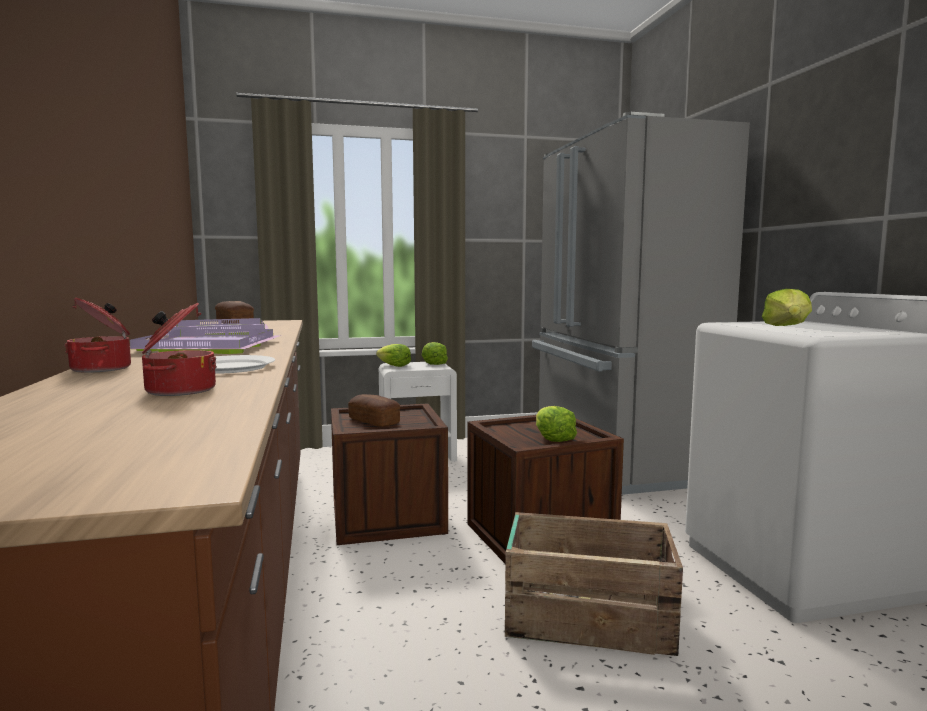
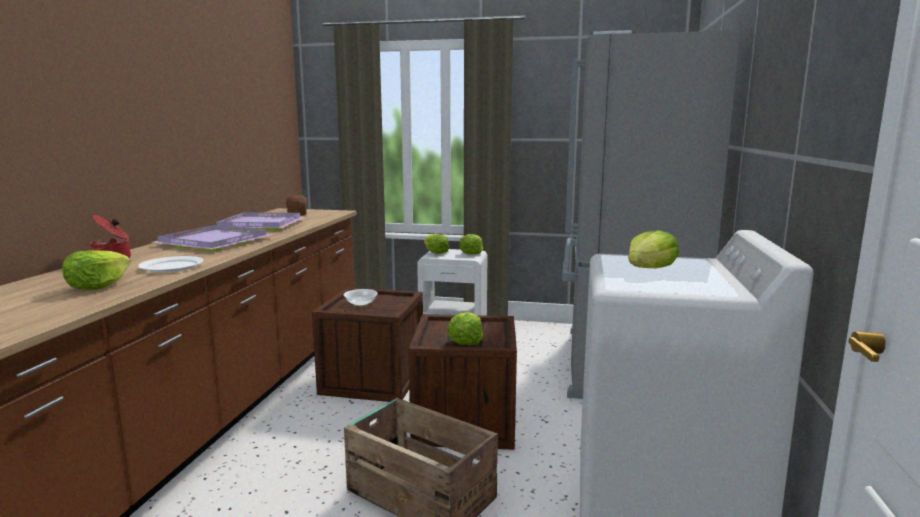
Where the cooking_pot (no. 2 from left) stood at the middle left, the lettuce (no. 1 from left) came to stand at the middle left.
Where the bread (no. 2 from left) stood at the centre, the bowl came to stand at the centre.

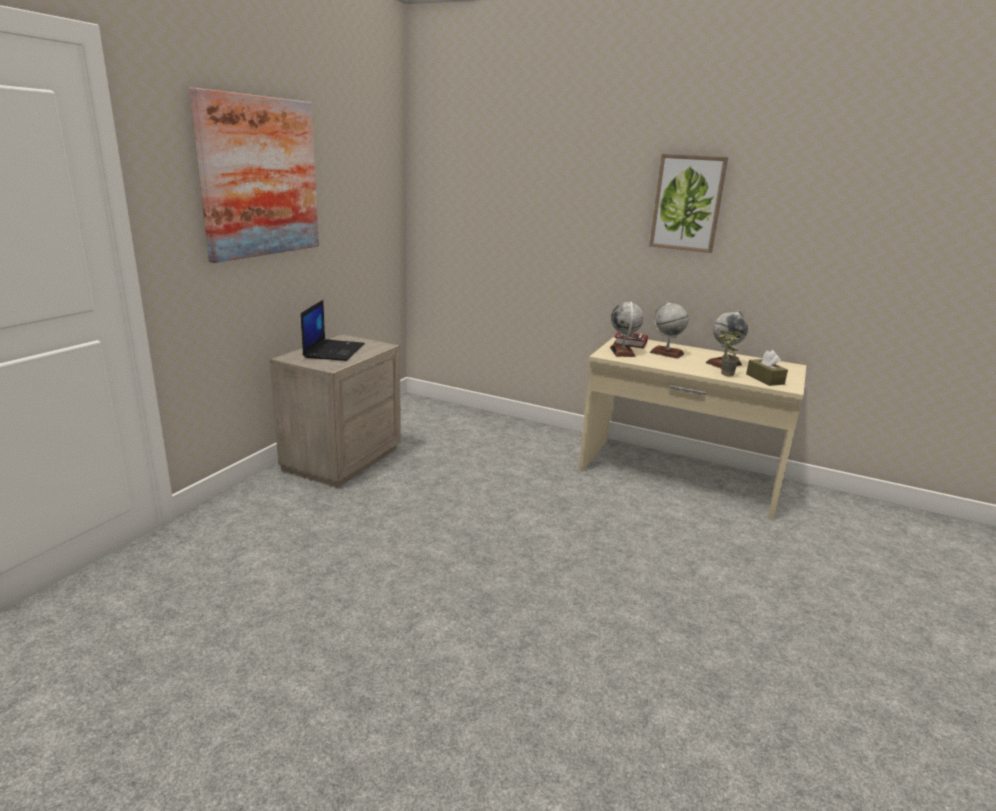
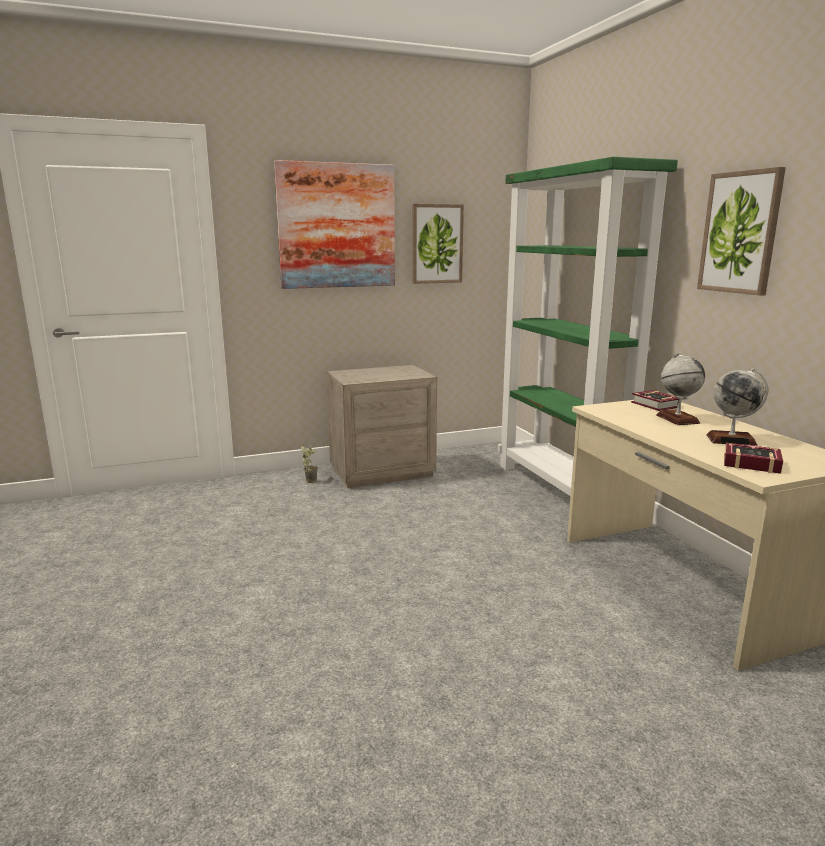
The second view lost the laptop at the centre.
The second view lost the globe (no. 1 from left) at the centre.
The potted_plant ended up elsewhere, having gone from the middle right to the centre.
Where the brown_tissue_box stood at the middle right, the book (no. 2 from left) came to stand at the middle right.
The second view gained the green_bookcase at the middle right.
The second view gained the picture (no. 2 from left) at the top centre.

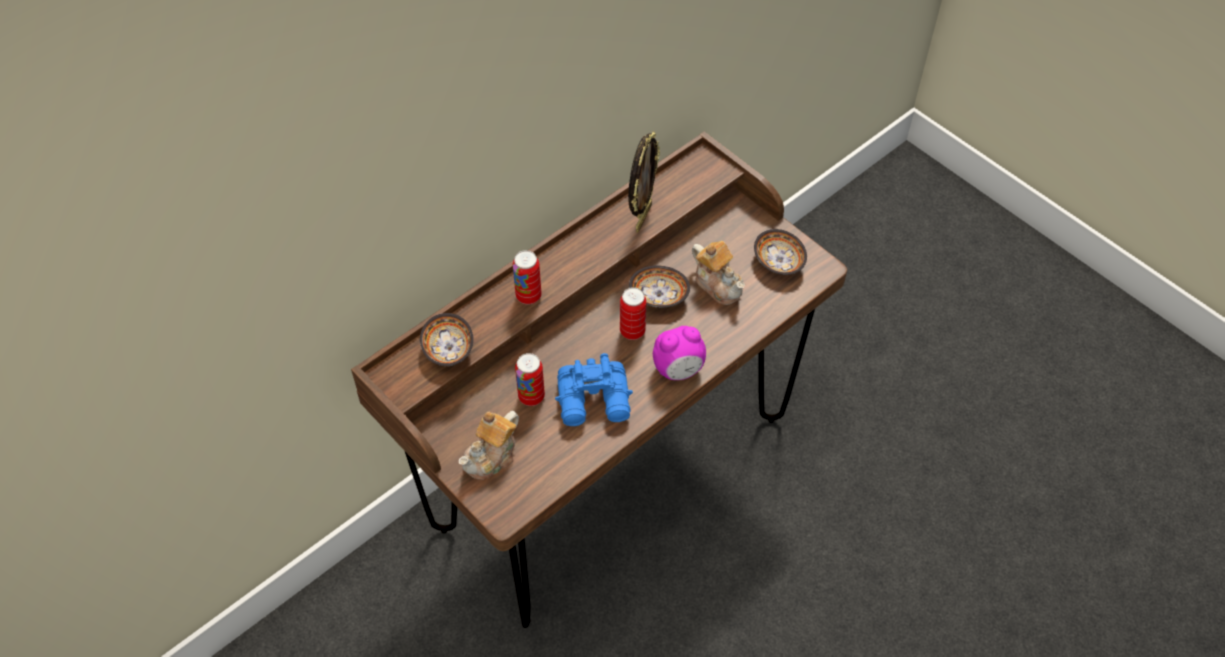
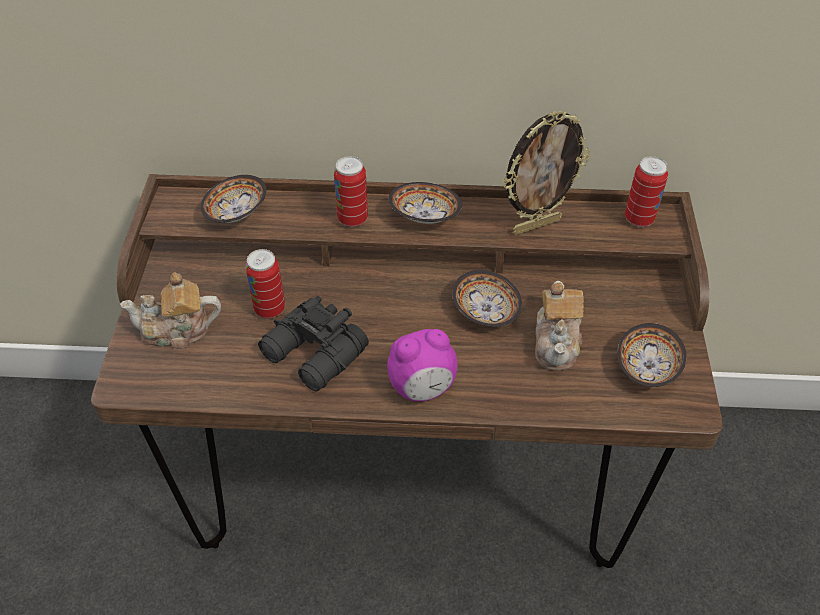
The can (no. 3 from left) ended up elsewhere, having gone from the centre to the top right.
The alarm_clock at the centre ended up facing another way, 45 degrees counterclockwise from before.
What was the blue_binoculars at the centre turned into the black_binoculars at the centre.
The second view gained the bowl (no. 2 from left) at the top centre.

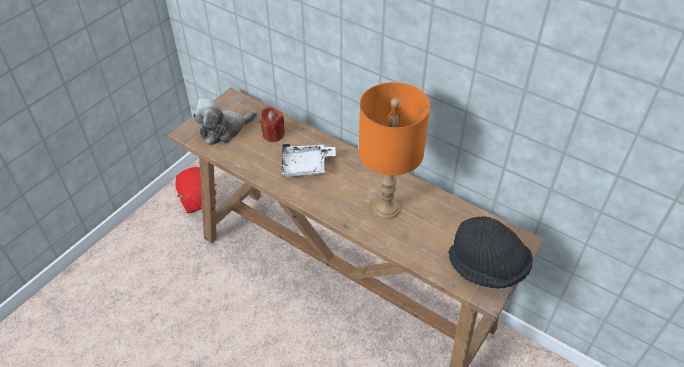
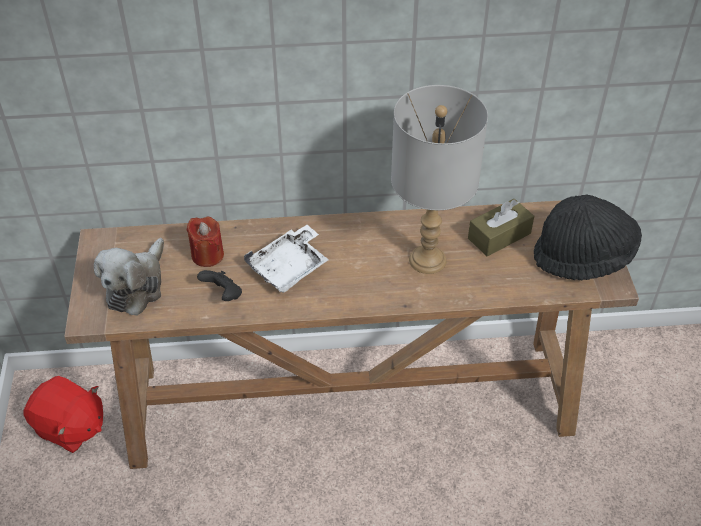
What was the orange_table_lamp at the centre turned into the grey_table_lamp at the centre.
The second view gained the brown_tissue_box at the middle right.
The second view gained the black_game_controller at the middle left.

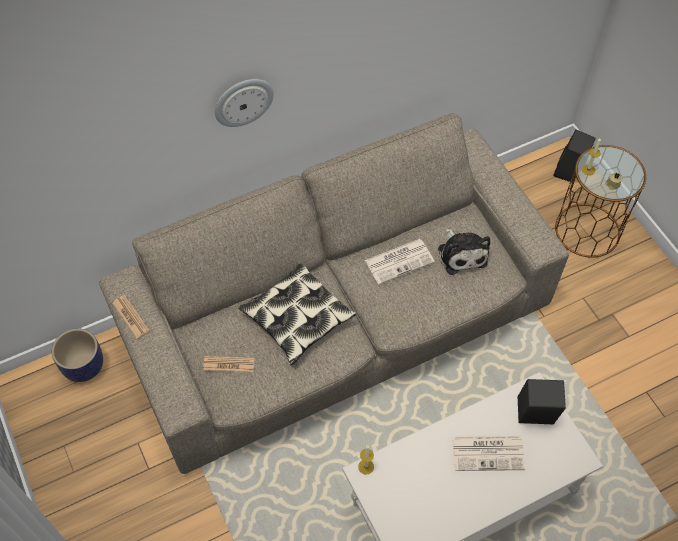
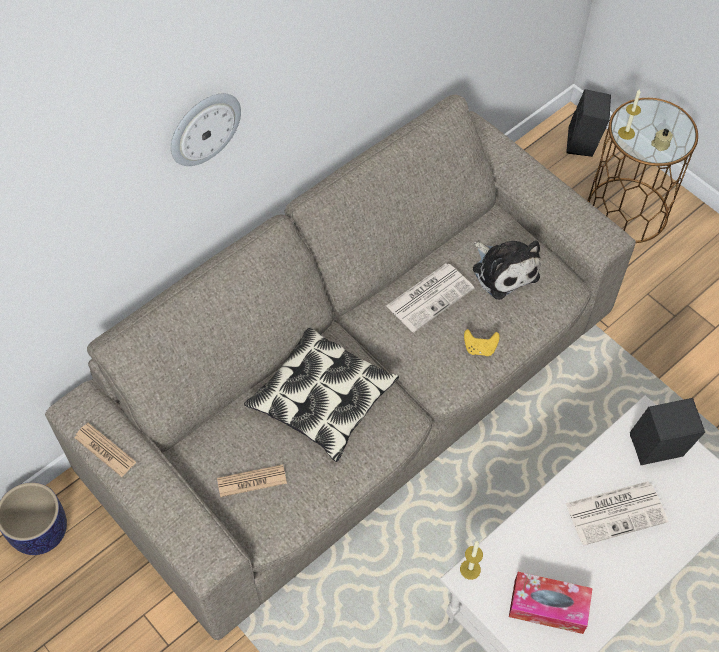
The second view gained the yellow_game_controller at the middle right.
The second view gained the tissue_box at the bottom right.

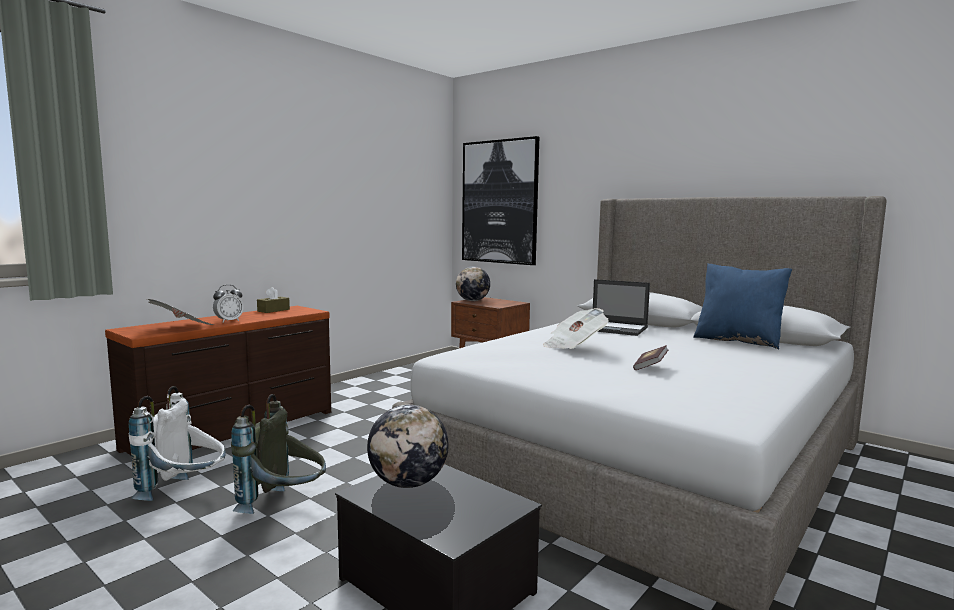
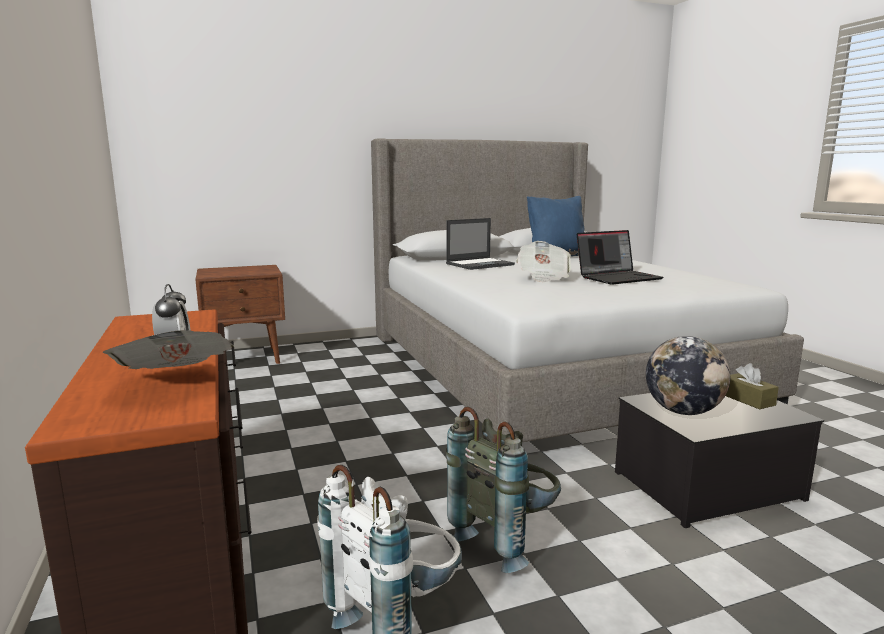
The second view lost the picture at the top centre.
The second view lost the globe (no. 2 from left) at the centre.
The brown_tissue_box ended up elsewhere, having gone from the middle left to the middle right.
Where the book stood at the middle right, the laptop (no. 2 from left) came to stand at the middle right.

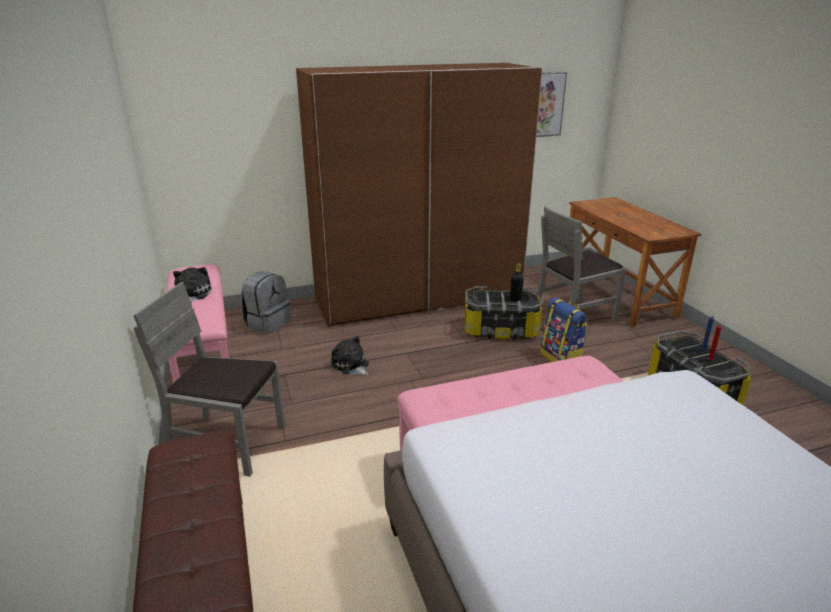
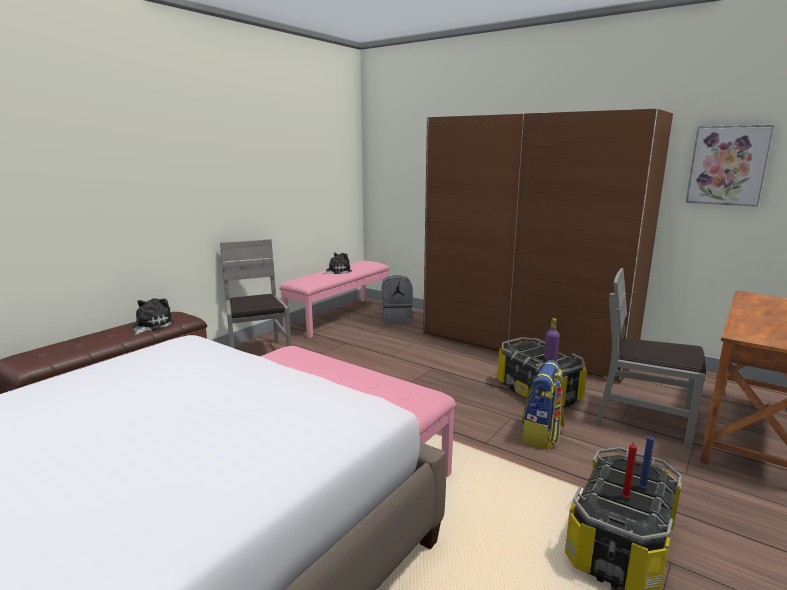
What was the black_bottle at the centre turned into the purple_bottle at the middle right.
The plush_toy (no. 2 from left in the first image) ended up elsewhere, having gone from the centre to the middle left.

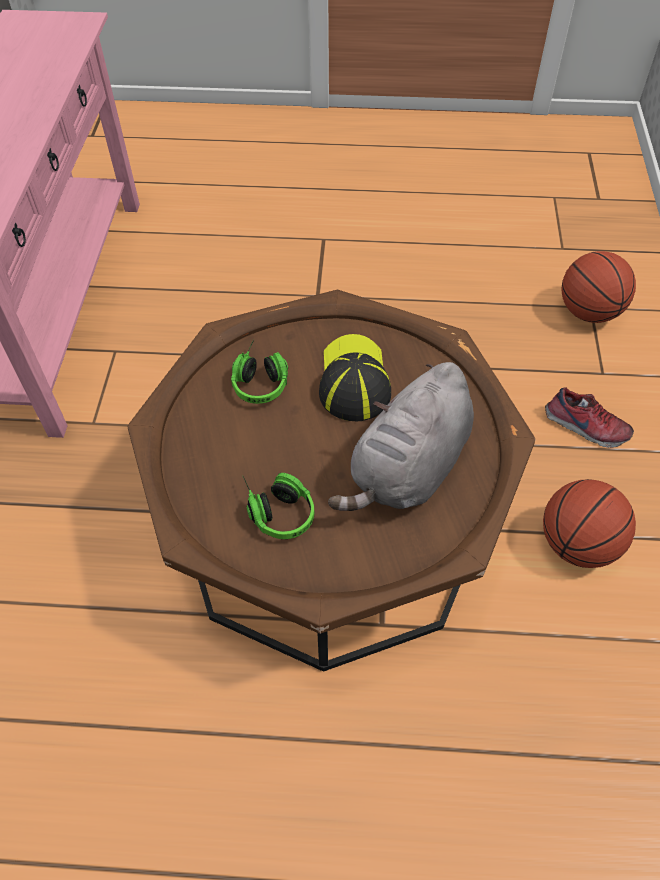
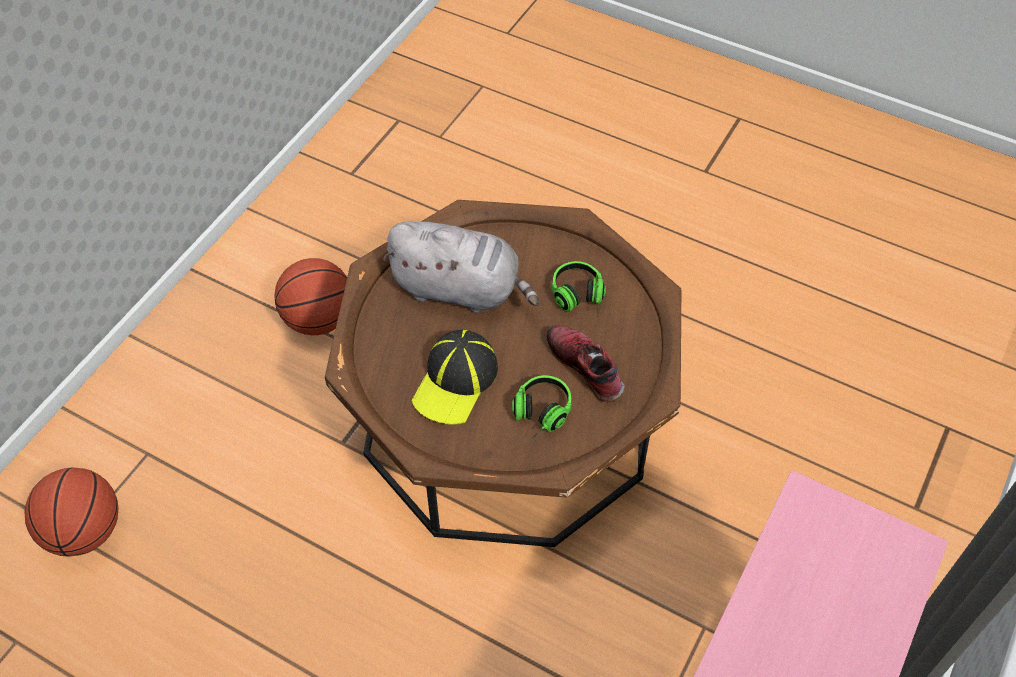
The grey_plush_toy at the centre ended up facing another way, 45 degrees clockwise from before.
The shoe ended up elsewhere, having gone from the middle right to the centre.

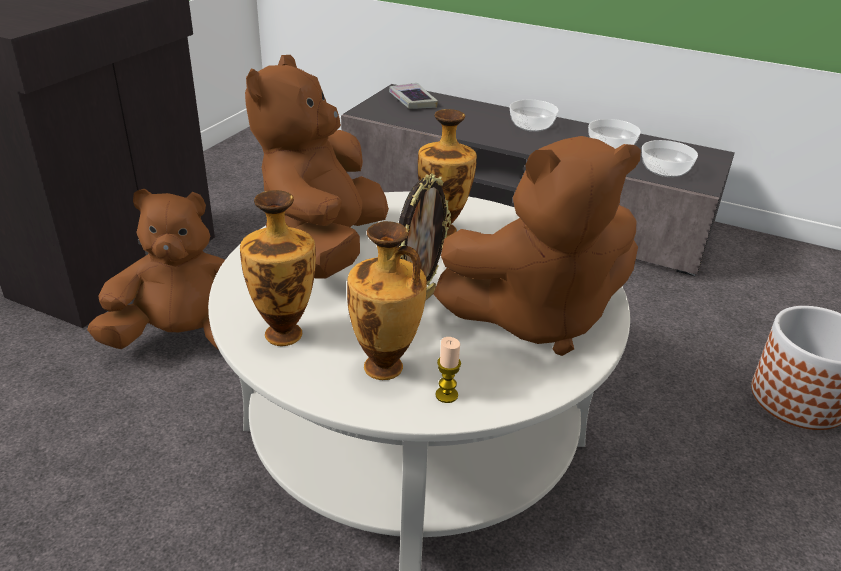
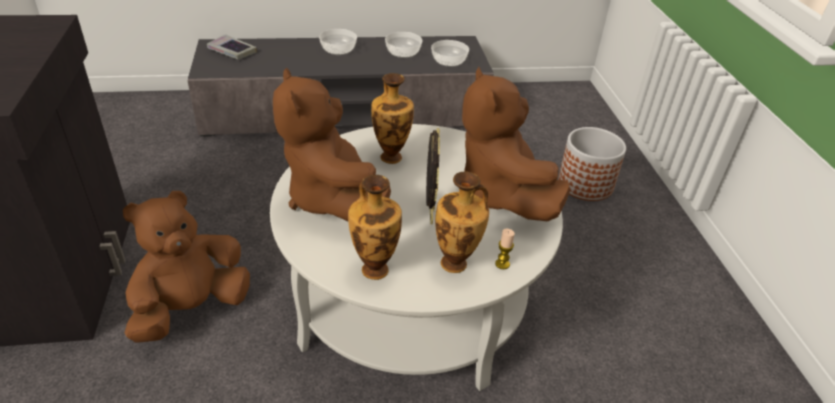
The brown_plush_toy (no. 3 from left) at the centre ended up facing another way, 120 degrees clockwise from before.

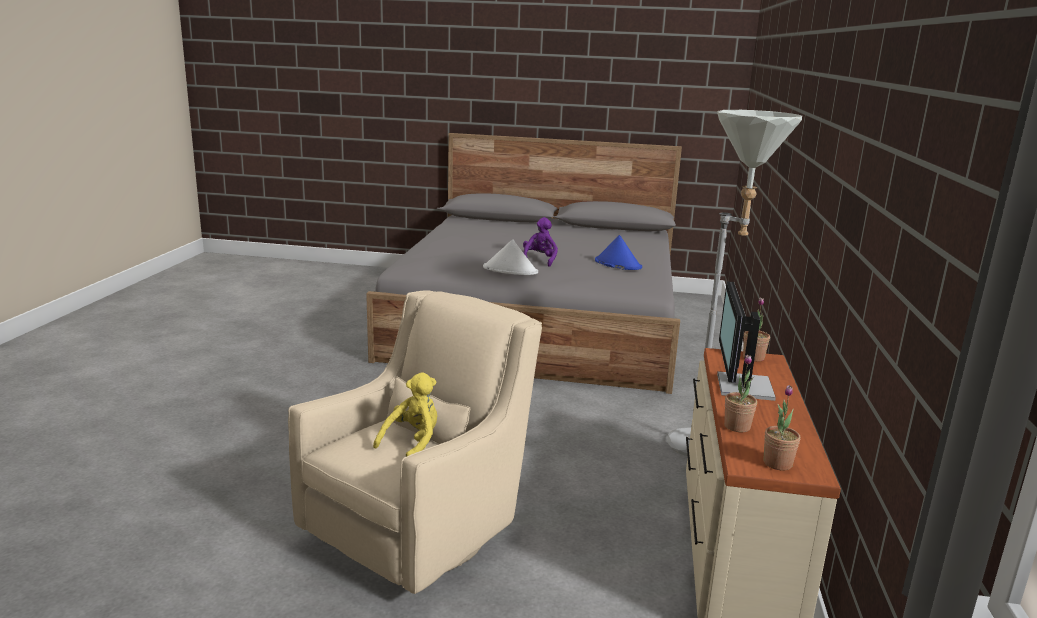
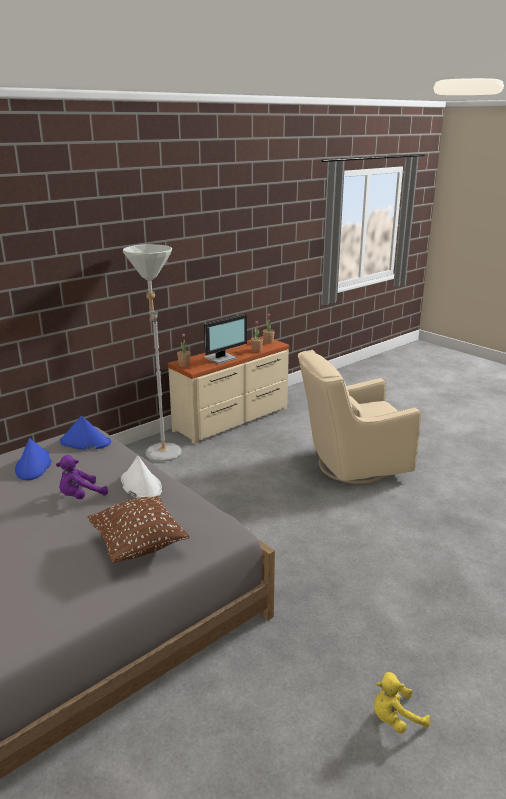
The yellow_plush_toy ended up elsewhere, having gone from the bottom centre to the bottom right.
The second view gained the blue_hat (no. 2 from left) at the middle left.
The second view gained the brown_pillow at the middle left.

